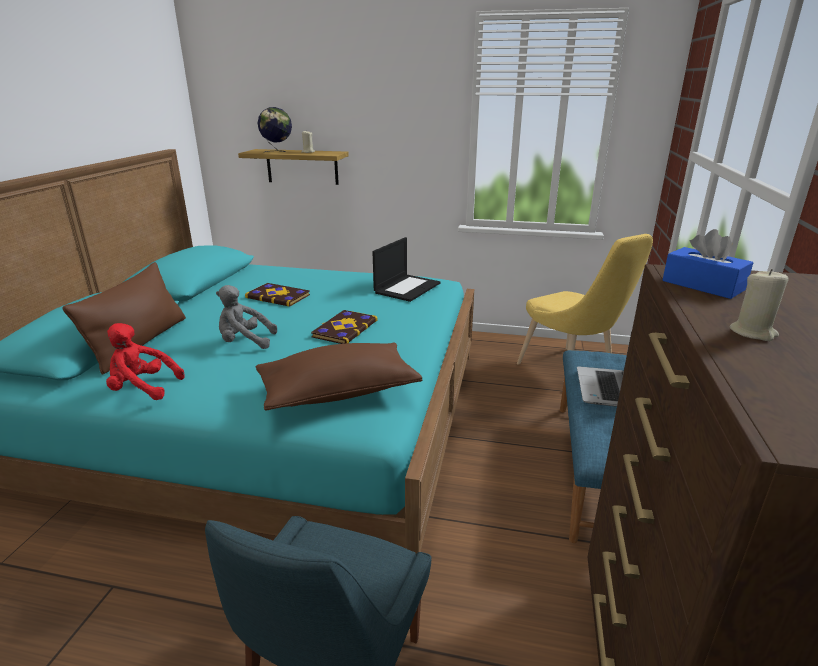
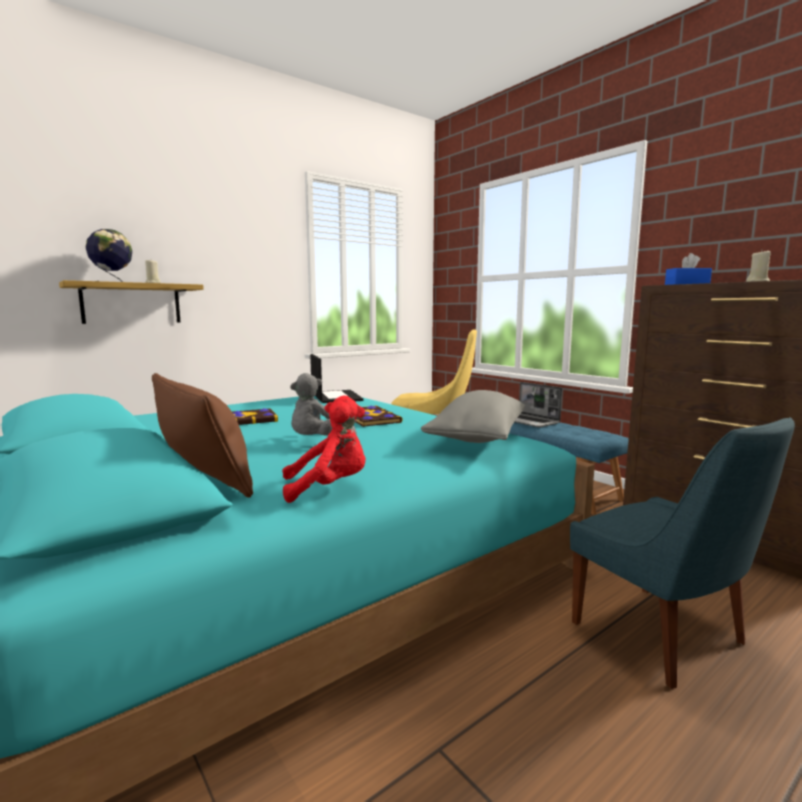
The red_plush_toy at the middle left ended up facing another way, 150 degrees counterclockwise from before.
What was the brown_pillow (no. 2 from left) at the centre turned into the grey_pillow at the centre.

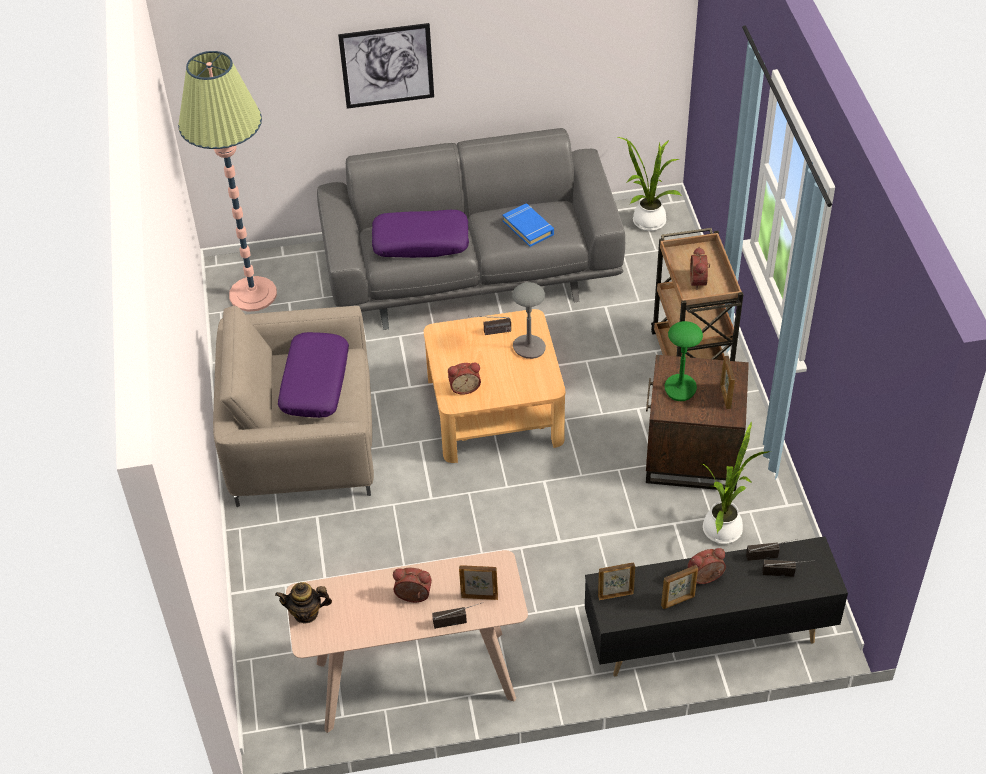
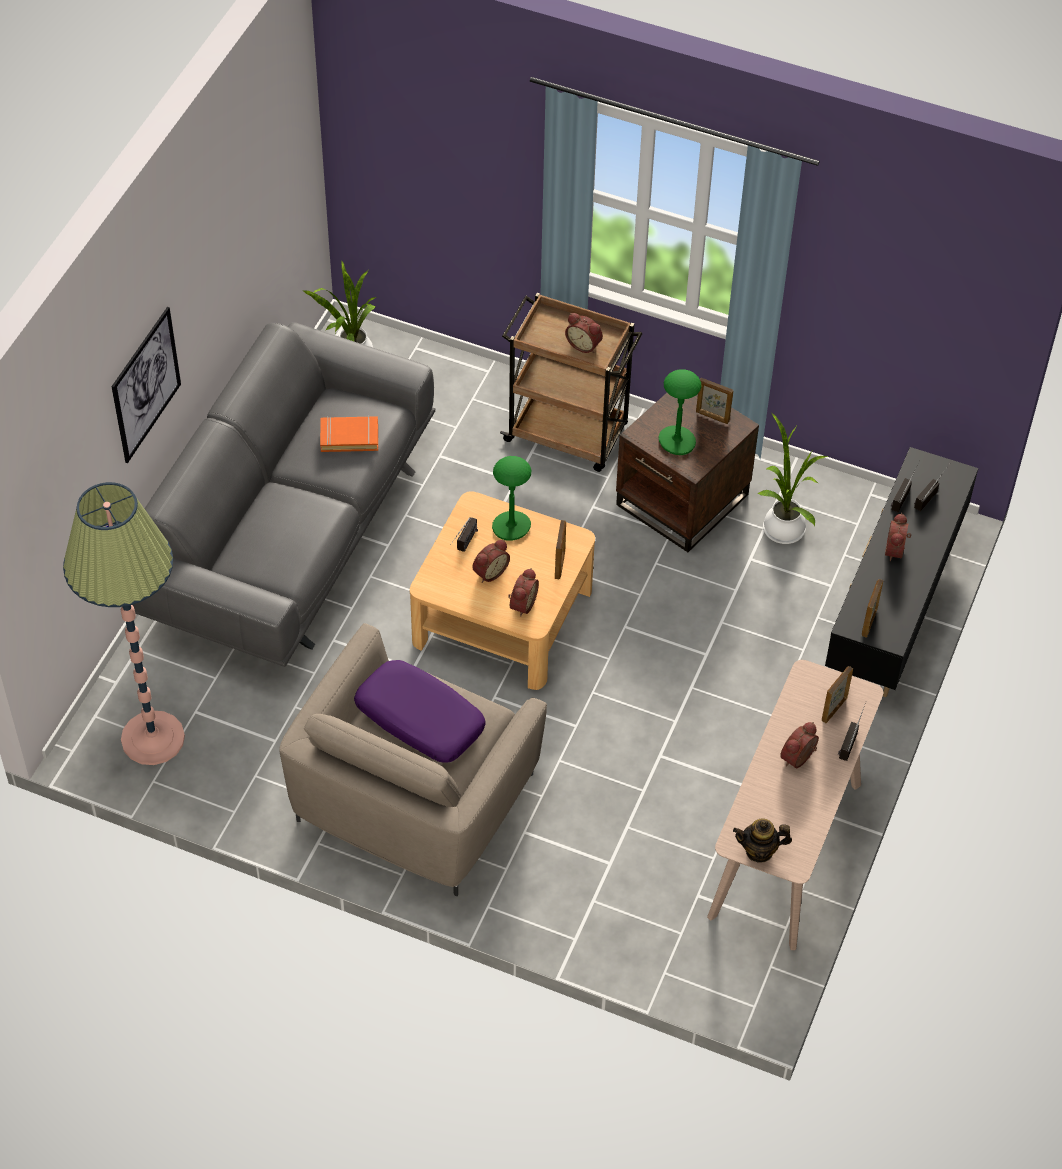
What was the blue_book at the top centre turned into the orange_book at the middle left.
The second view lost the purple_pillow (no. 2 from left) at the top centre.
What was the grey_table_lamp at the centre turned into the green_table_lamp (no. 1 from left) at the centre.
The picture_frame (no. 3 from left in the first image) ended up elsewhere, having gone from the bottom right to the centre.
The teapot at the bottom left ended up facing another way, 60 degrees clockwise from before.
The second view gained the alarm_clock (no. 1 from left) at the centre.

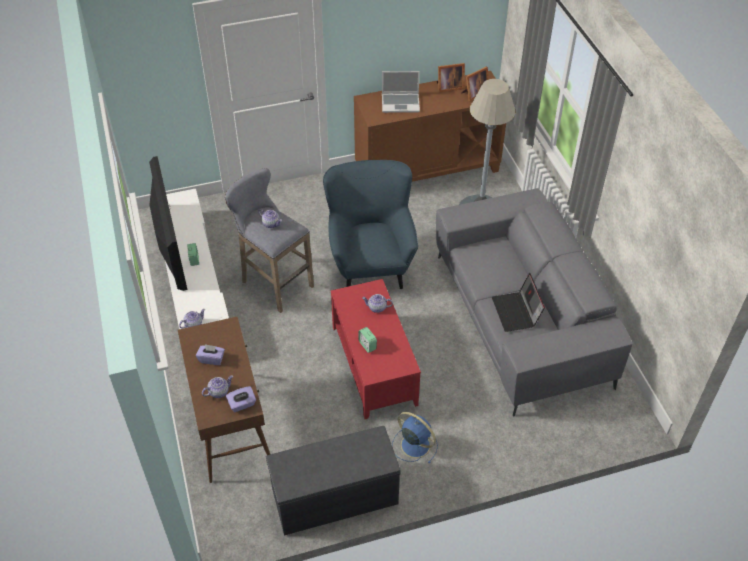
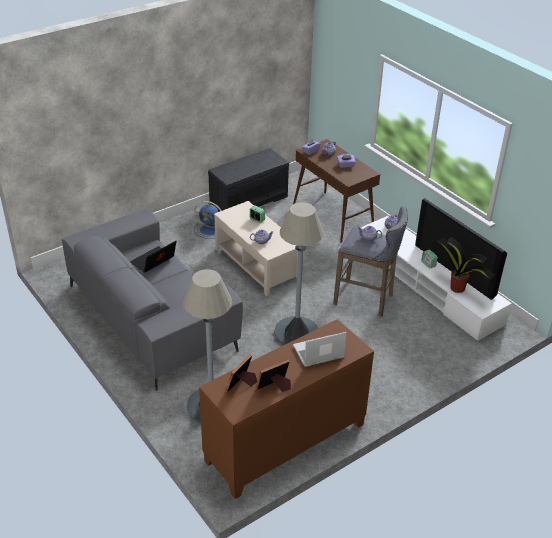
Where the blue_armchair stood at the centre, the grey_floor_lamp (no. 2 from left) came to stand at the centre.
The laptop (no. 2 from left in the first image) at the middle right ended up facing another way, 105 degrees counterclockwise from before.
What was the red_coffee_table at the centre turned into the beige_coffee_table at the centre.
The second view gained the potted_plant at the middle right.

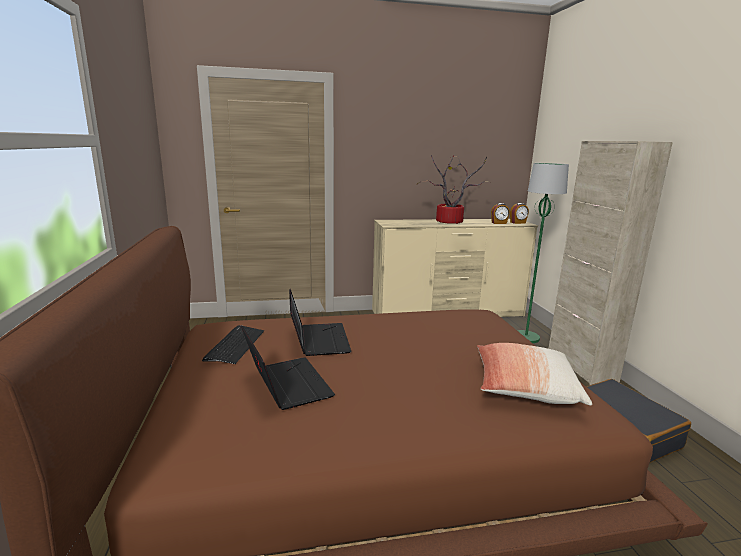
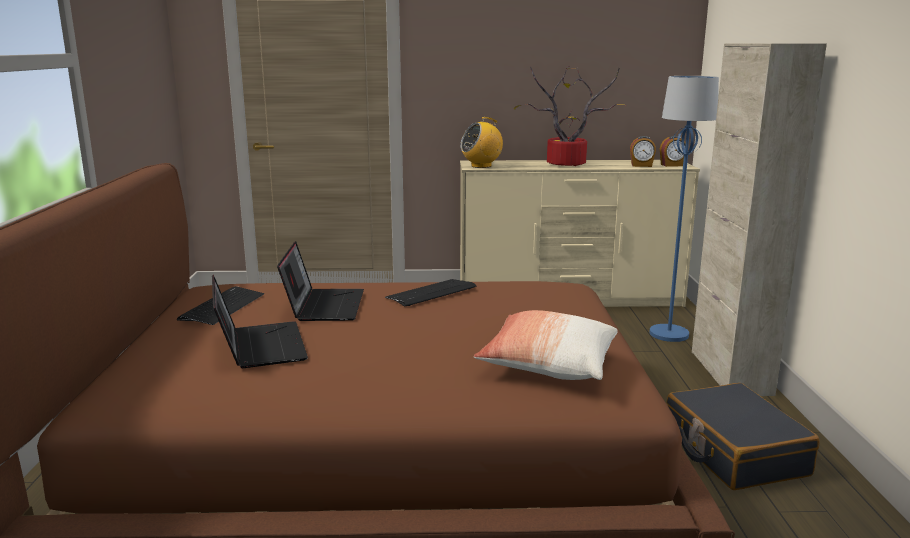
What was the green_floor_lamp at the middle right turned into the blue_floor_lamp at the middle right.
The second view gained the radio at the top centre.
The second view gained the keyboard (no. 2 from left) at the centre.

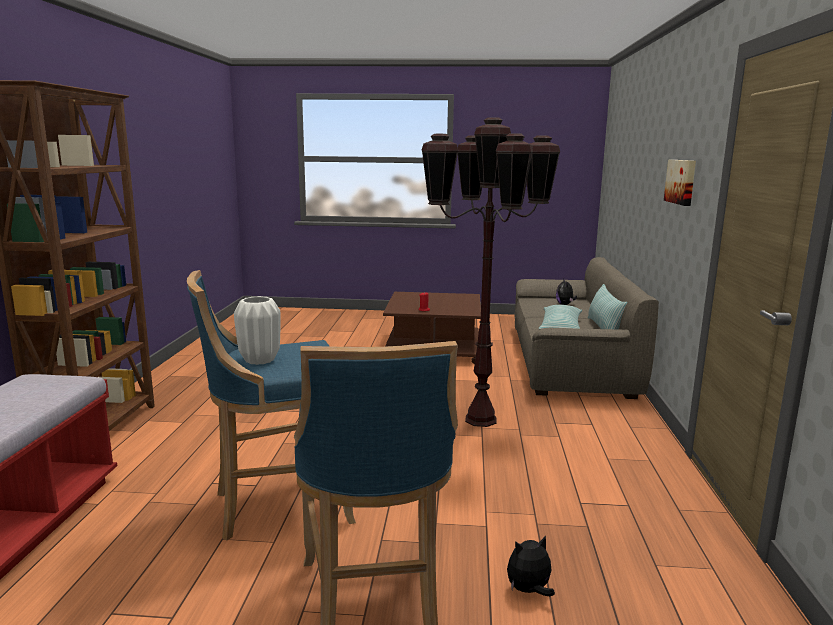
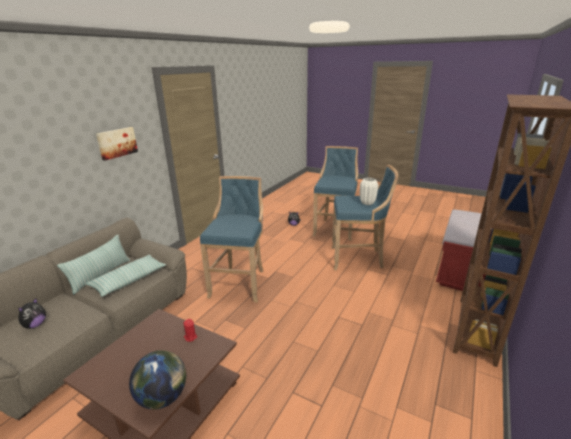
Where the brown_floor_lamp stood at the centre, the blue_stool (no. 1 from left) came to stand at the centre.
The second view gained the globe at the bottom left.

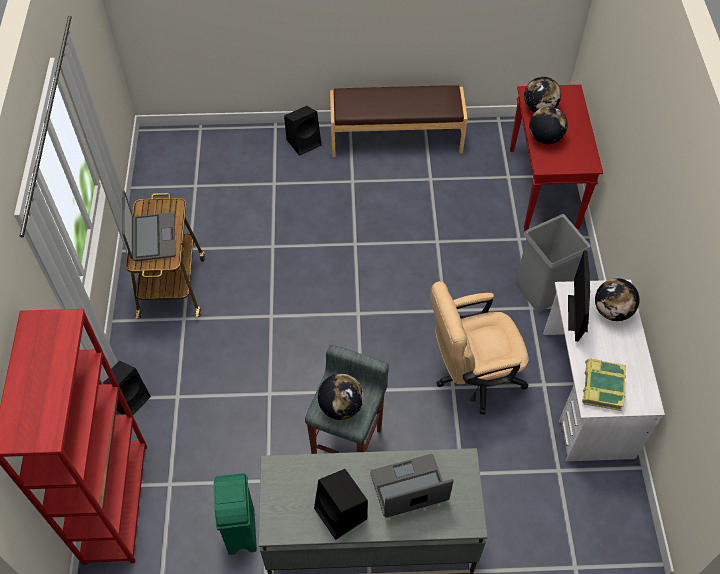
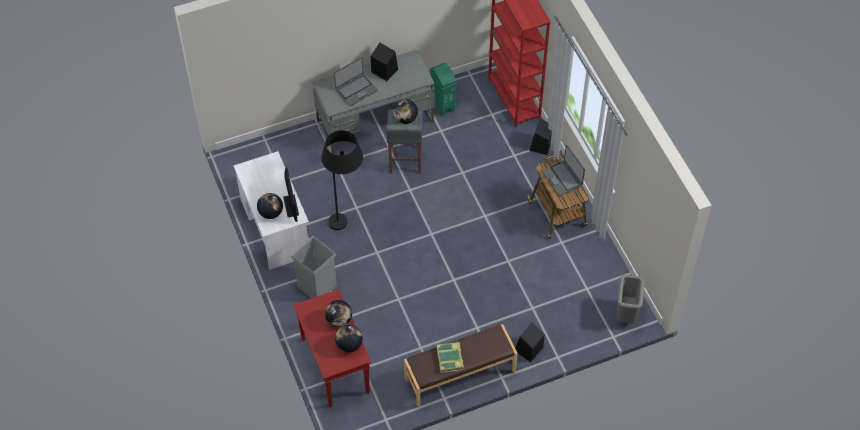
Where the beige_office_chair stood at the centre, the black_floor_lamp came to stand at the centre.
The book ended up elsewhere, having gone from the bottom right to the bottom centre.
The second view gained the grey_trash_can (no. 2 from left) at the bottom right.

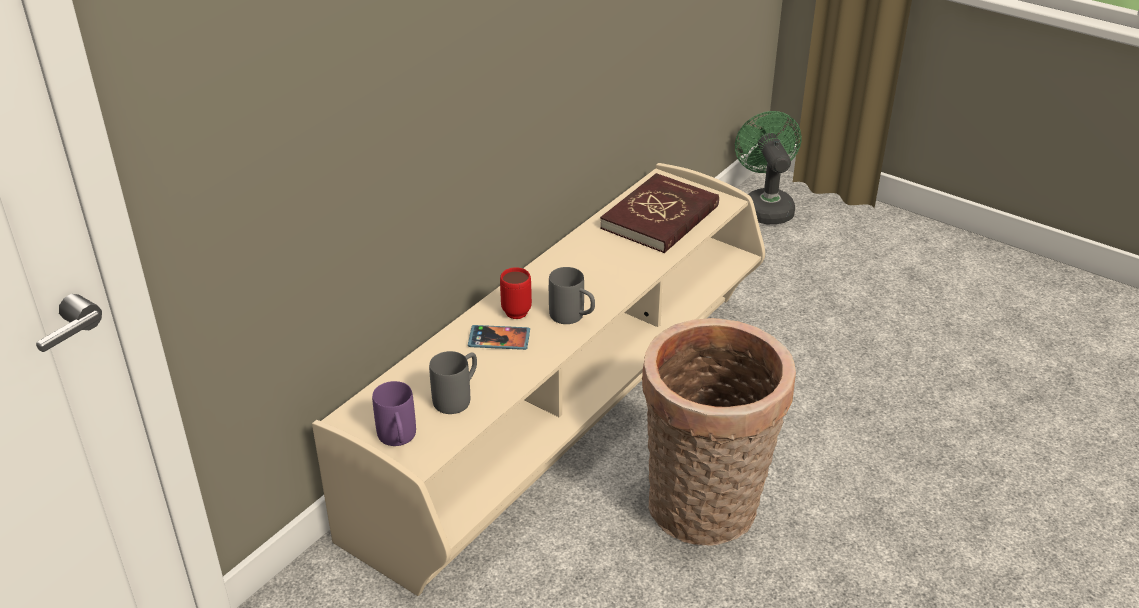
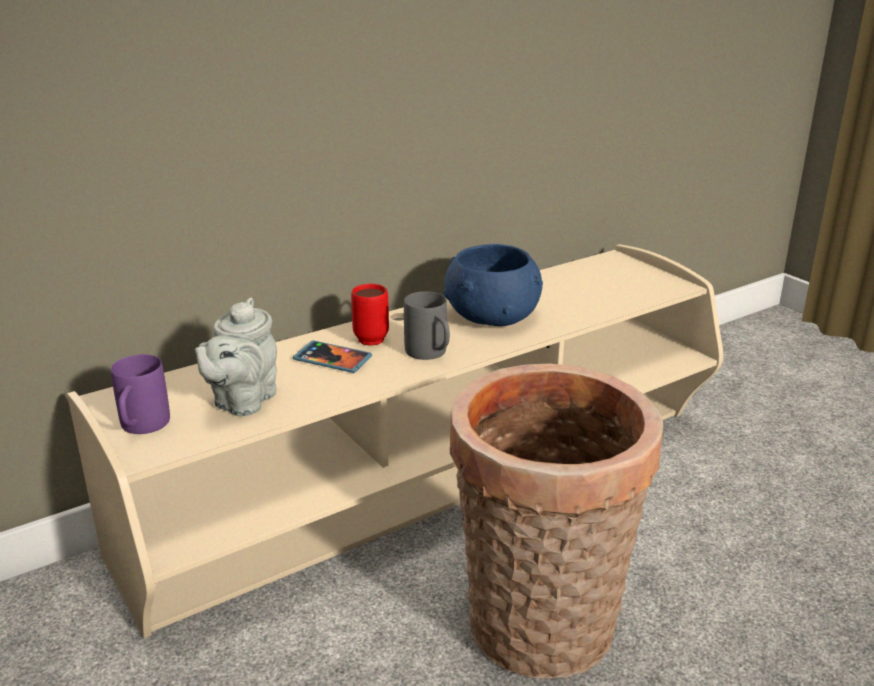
The second view lost the green_fan at the top right.
The second view lost the red_book at the centre.
Where the grey_mug (no. 1 from left) stood at the centre, the grey_teapot came to stand at the middle left.
The second view gained the blue_bowl at the centre.

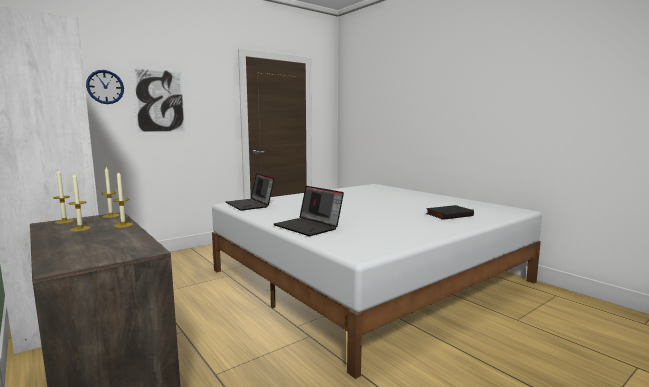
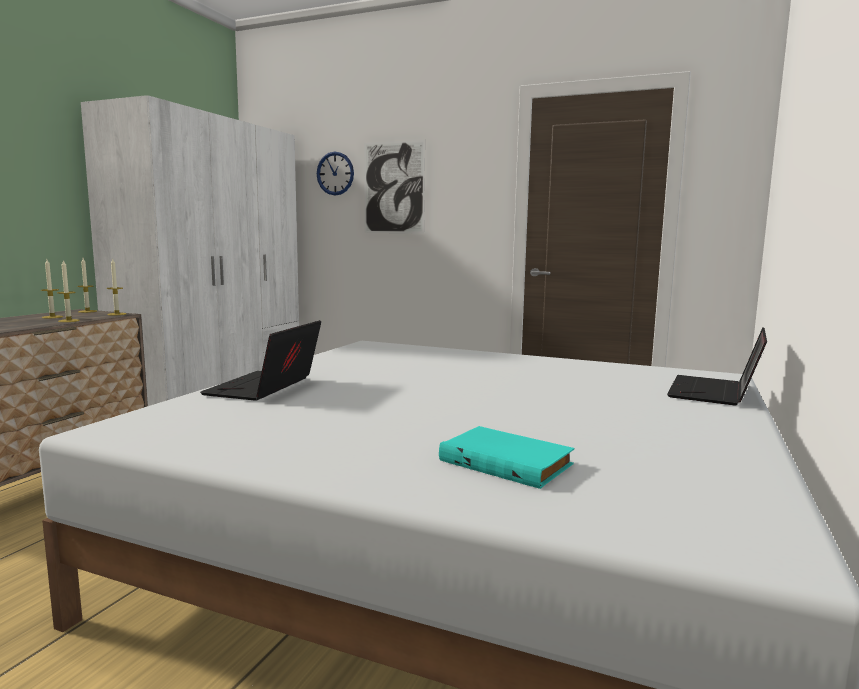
The laptop (no. 1 from left in the first image) ended up elsewhere, having gone from the centre to the middle right.
What was the black_book at the middle right turned into the turquoise_book at the centre.

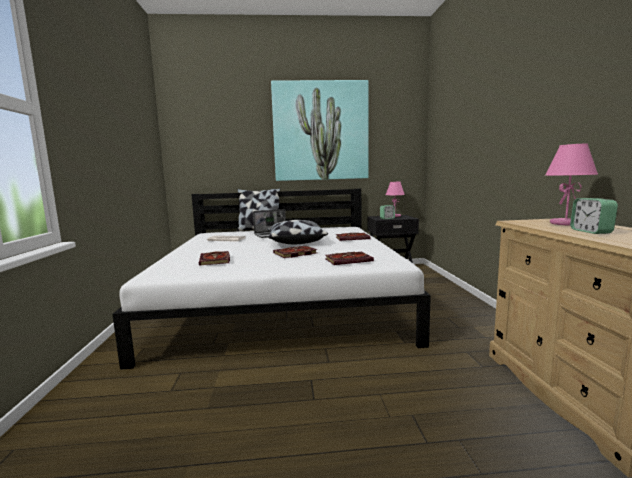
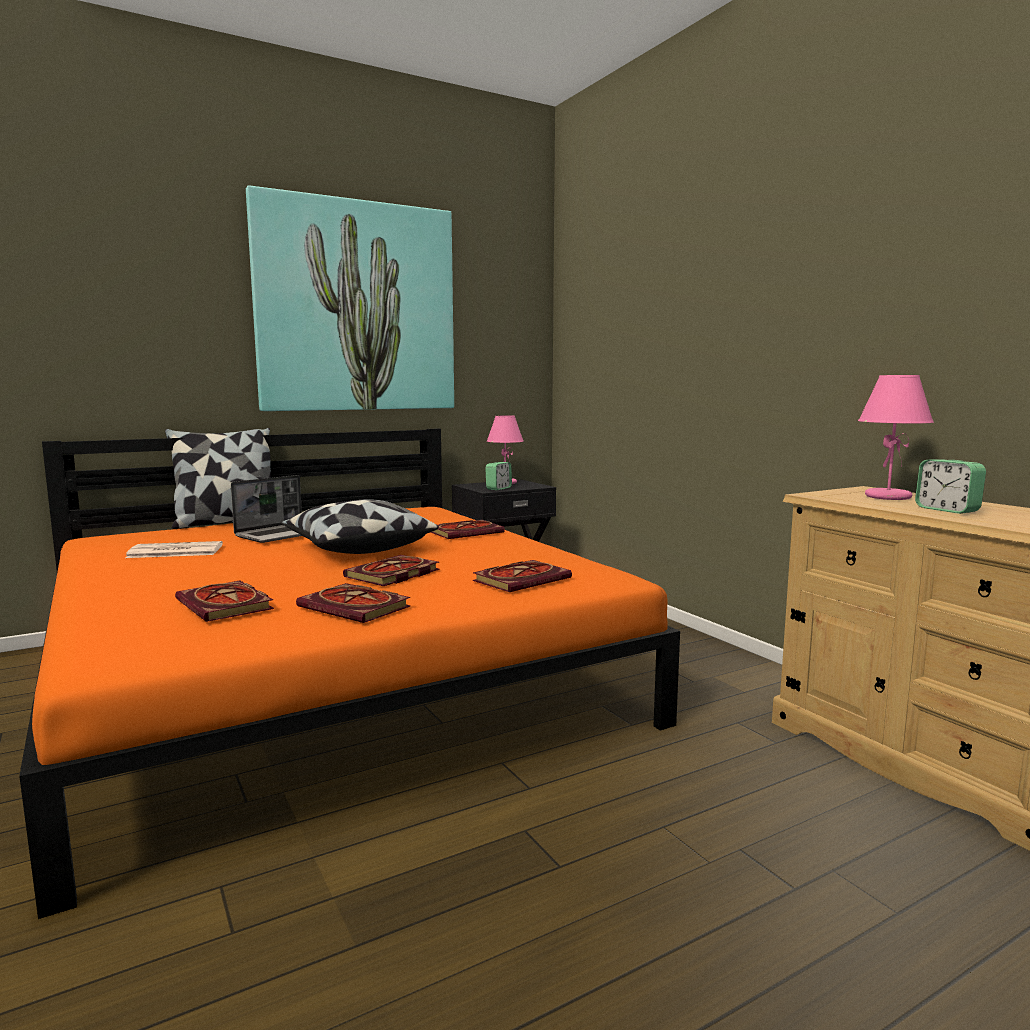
What was the white_bed at the centre turned into the orange_bed at the centre.
The second view gained the book (no. 2 from left) at the centre.

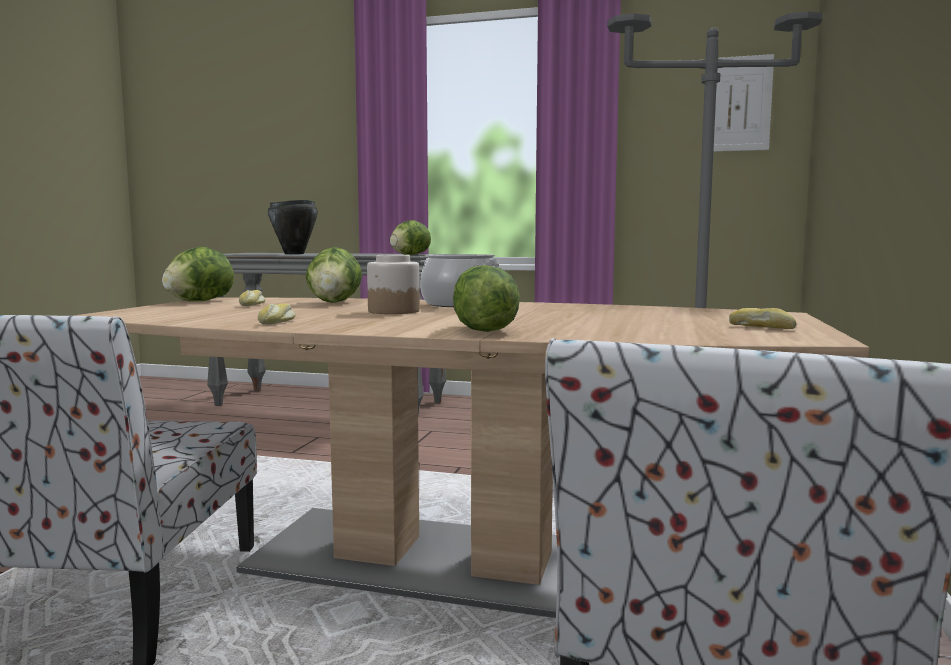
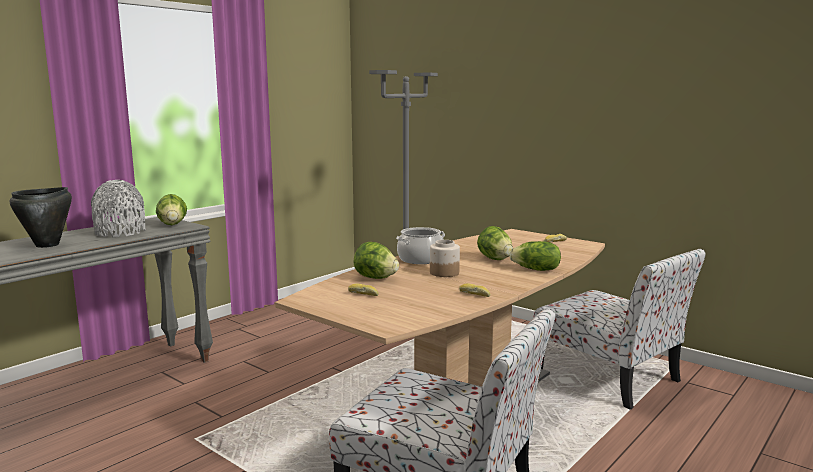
The second view lost the picture at the top right.
The lettuce (no. 1 from left in the first image) ended up elsewhere, having gone from the middle left to the centre.
The second view gained the grey_vase at the middle left.

